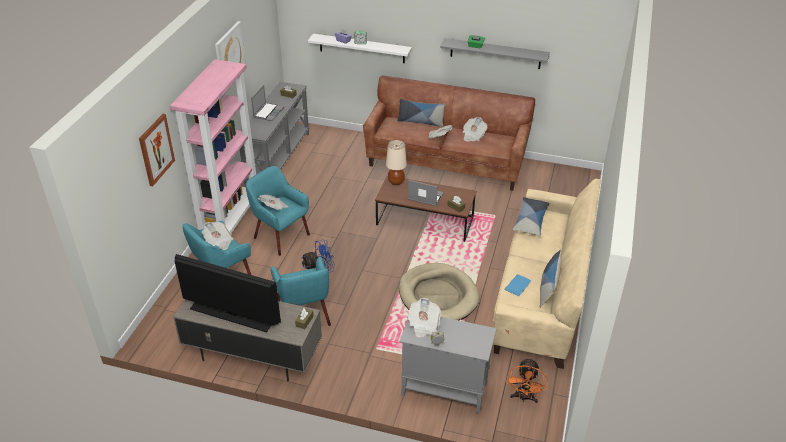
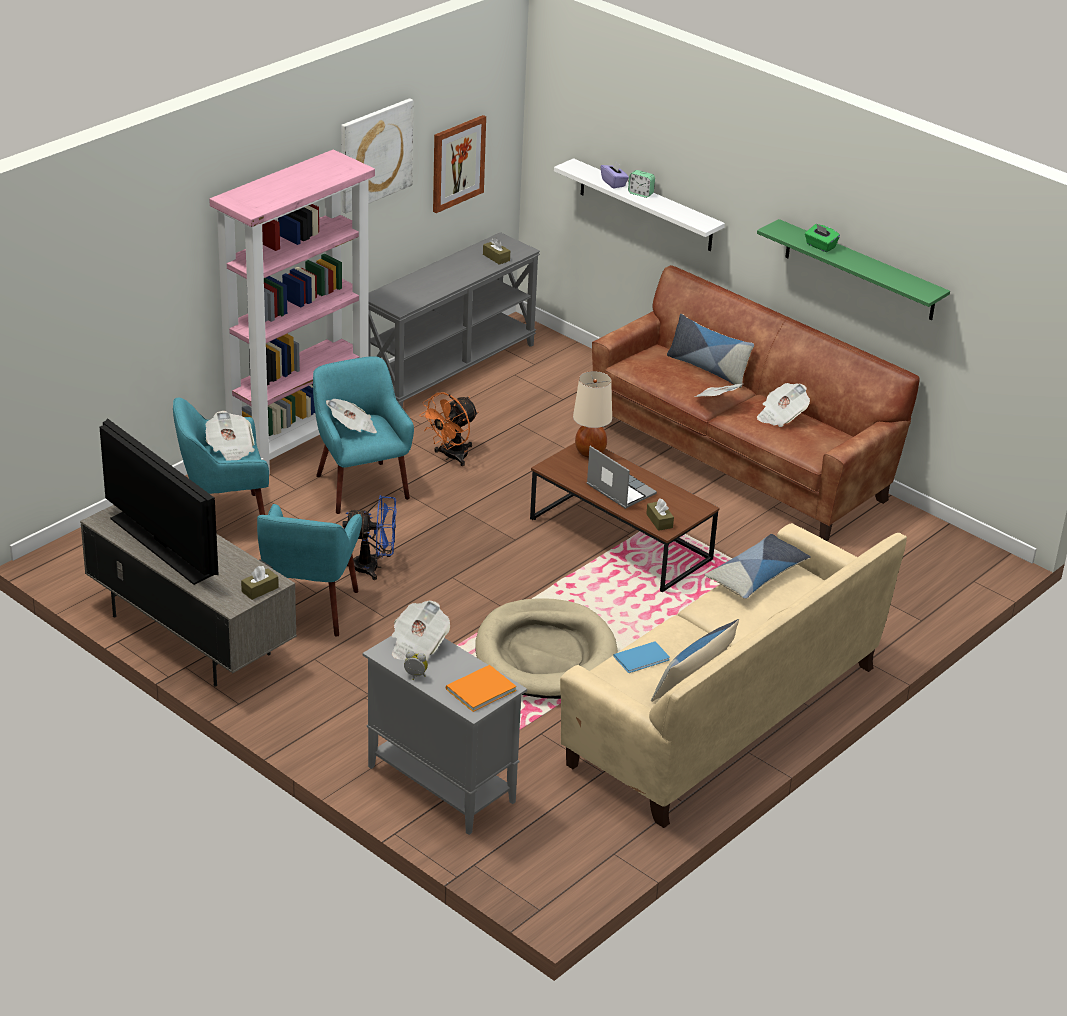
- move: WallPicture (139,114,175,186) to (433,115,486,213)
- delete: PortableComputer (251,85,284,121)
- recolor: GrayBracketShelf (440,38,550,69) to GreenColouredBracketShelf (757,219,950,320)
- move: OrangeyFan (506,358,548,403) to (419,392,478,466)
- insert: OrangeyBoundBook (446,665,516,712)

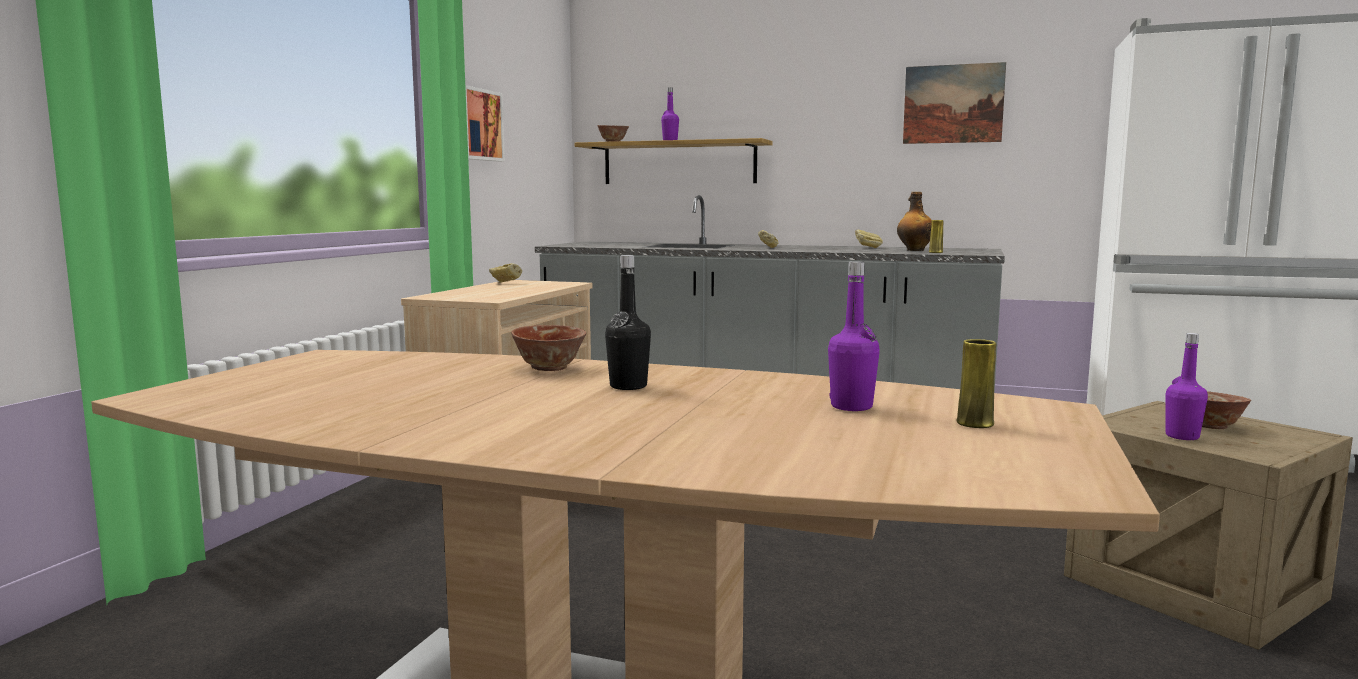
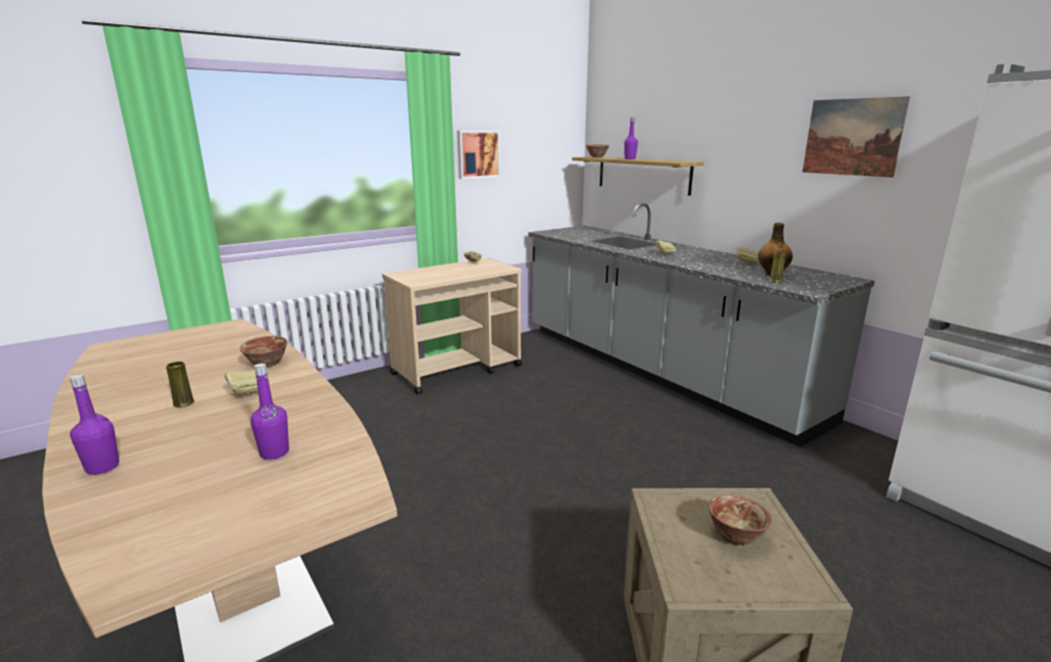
- replace: BlackBottle (605,255,651,390) to BakeryBread (224,370,270,394)
- move: YellowishVase (956,339,996,428) to (166,361,194,407)
- move: PurplishBottle (1166,333,1208,440) to (70,374,119,475)

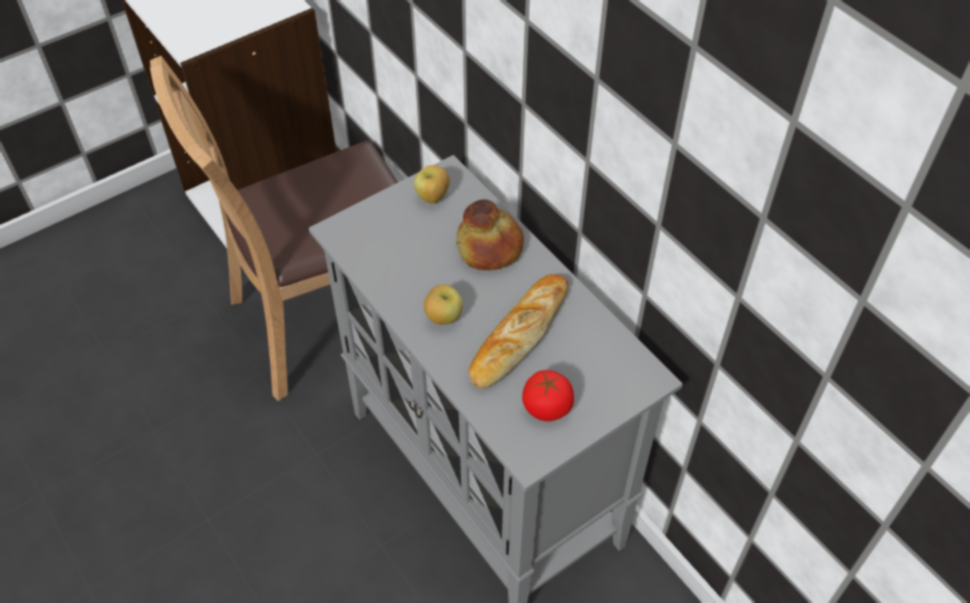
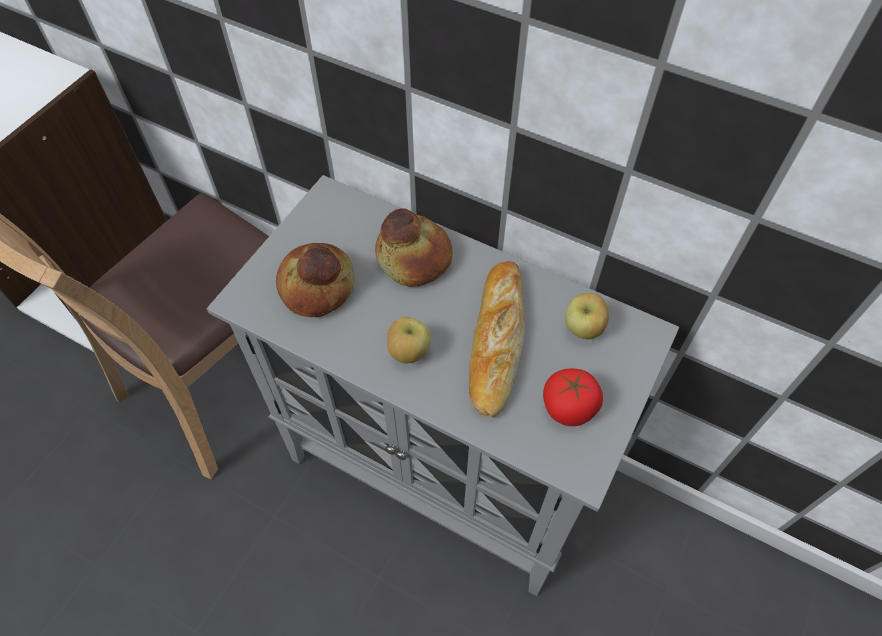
- move: WholeApple (414,165,450,204) to (565,293,609,339)
- insert: BakeryBread (276,243,354,317)

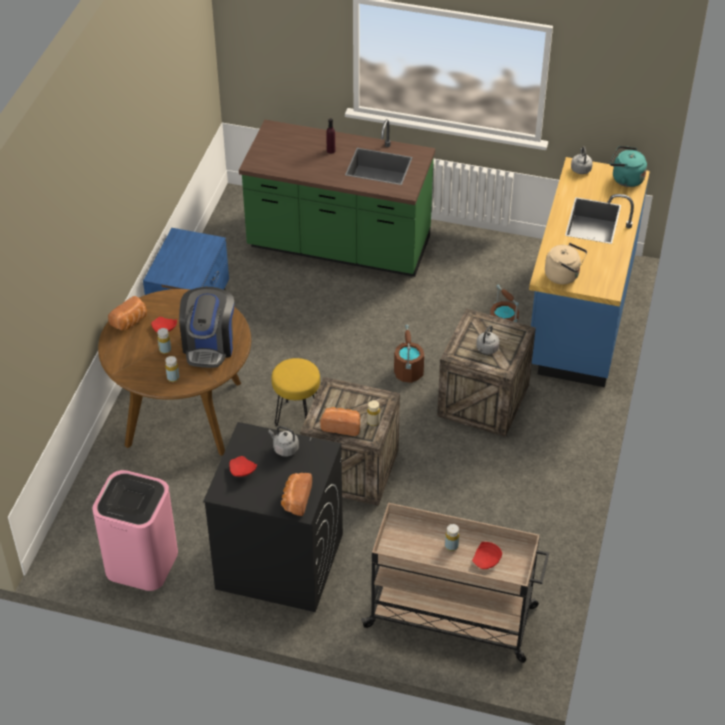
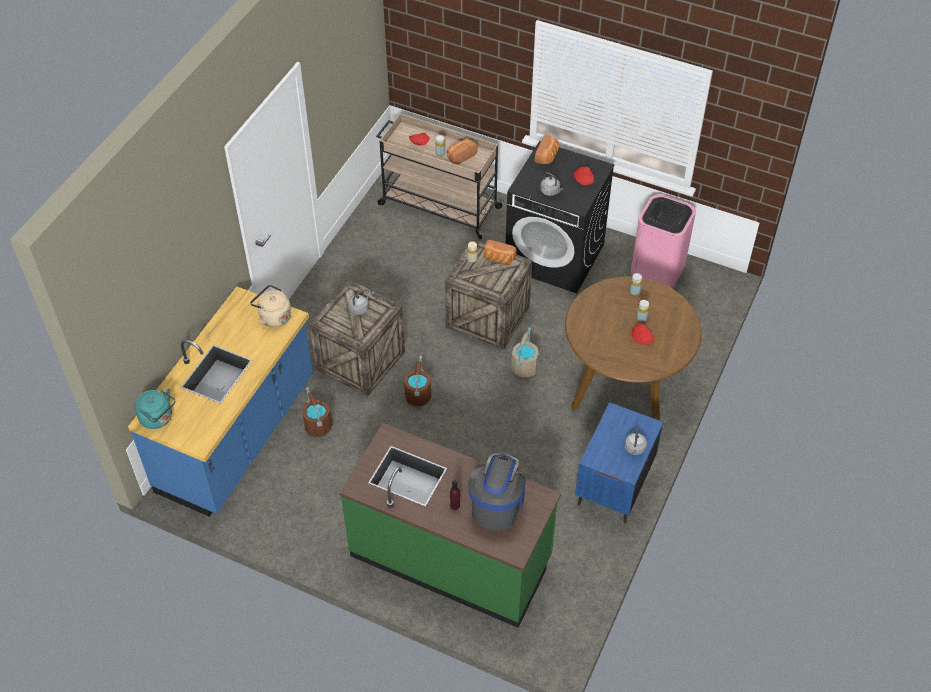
- move: BakeryBread (108,296,147,330) to (447,139,478,165)
- move: CoffeeMaker (179,287,234,368) to (468,453,526,531)
- replace: YellowishSittingStool (271,358,320,427) to BeigeColouredBucket (511,327,539,378)
- move: GrayKettle (571,147,593,174) to (624,428,647,455)

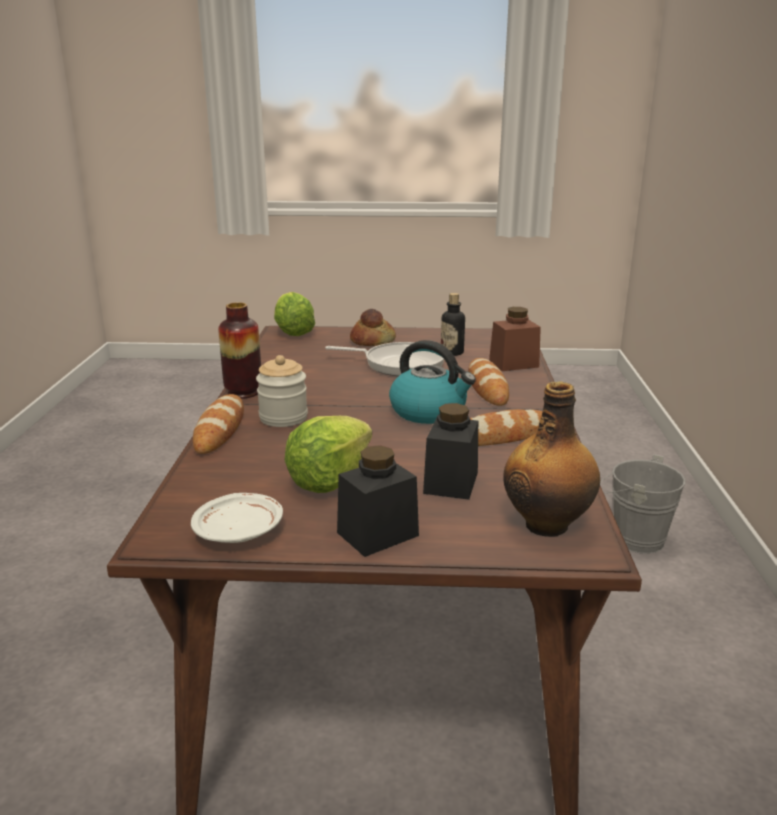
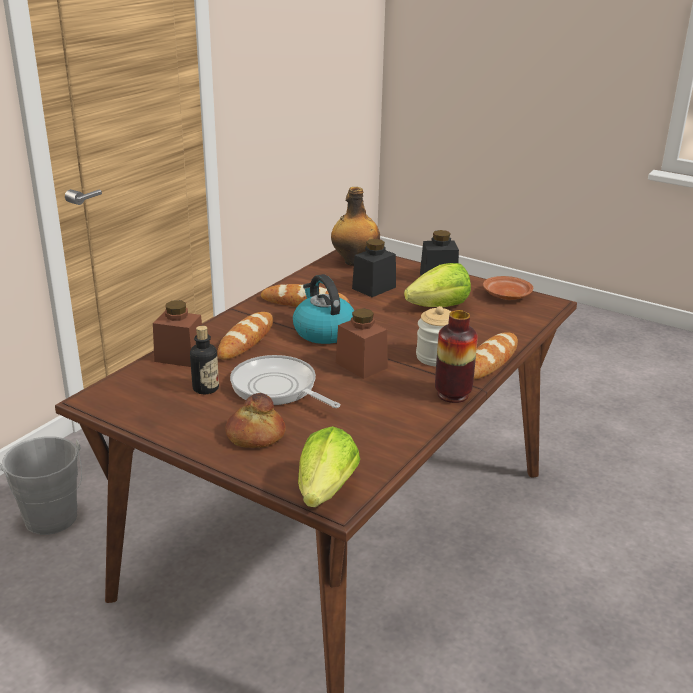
- recolor: WhiteColouredDinnerPlate (191,493,283,543) to BrownishDinnerPlate (483,276,533,300)
- insert: BrownishStorageJar (336,308,388,379)

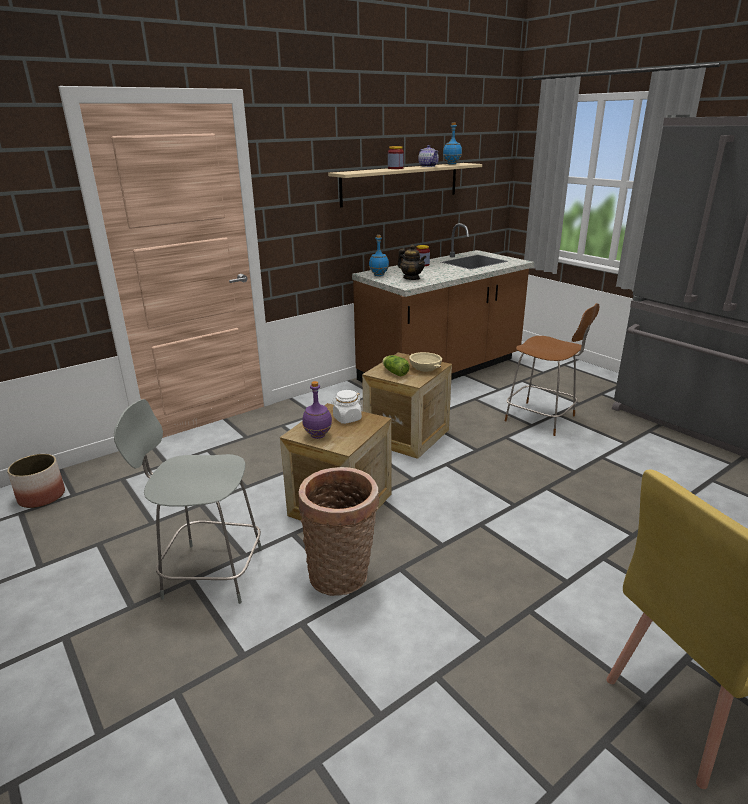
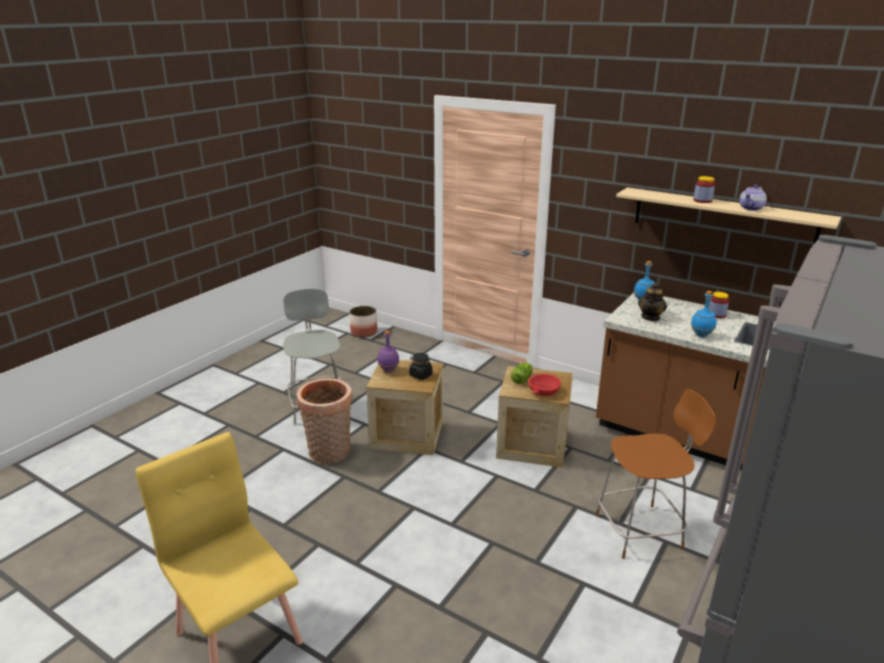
- recolor: WhiteColouredStorageJar (331,390,362,424) to BlackStorageJar (409,353,432,380)
- recolor: BeigeColouredBowl (409,352,442,372) to RedBowl (528,374,561,396)
- move: BlueBottle (443,123,462,165) to (691,291,717,337)
- rotate: BrownishChair (505,303,600,436) = (596,389,716,559) 120 degrees counterclockwise

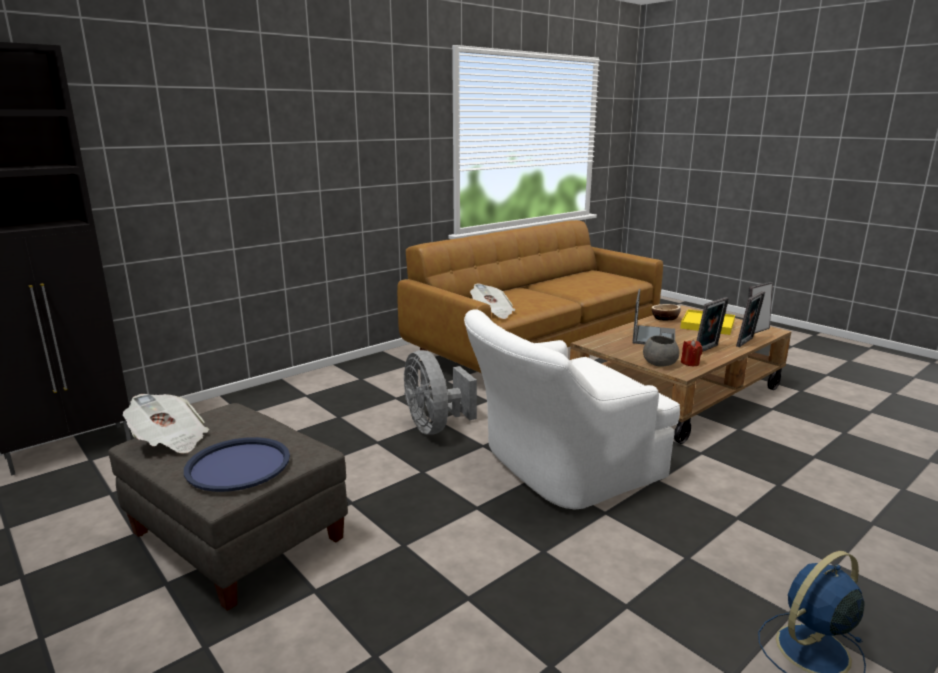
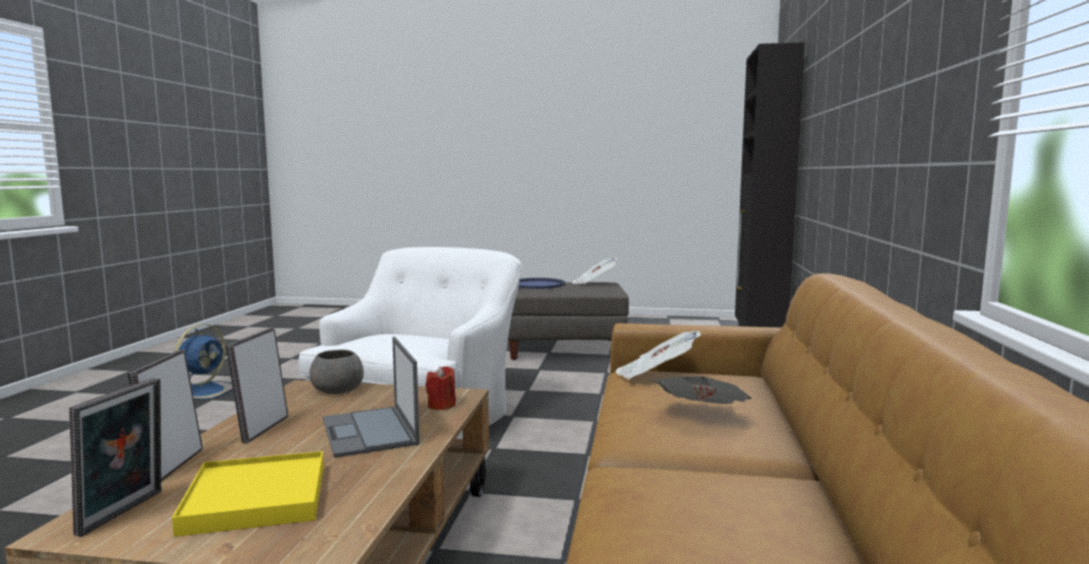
- delete: GrayFan (403,350,477,435)
- delete: Bowl (651,304,681,321)
- move: RedCandle (681,340,703,366) to (425,366,456,410)
- insert: Newspaper (652,376,751,404)

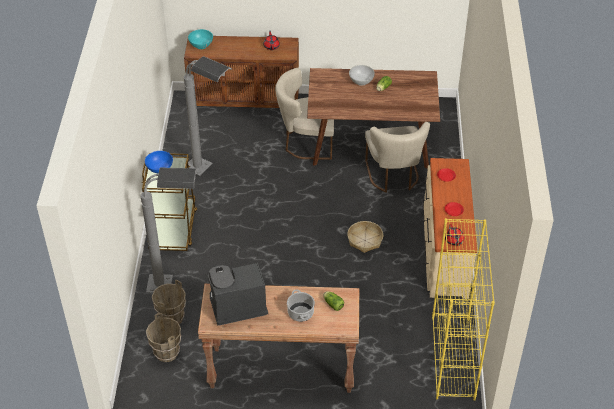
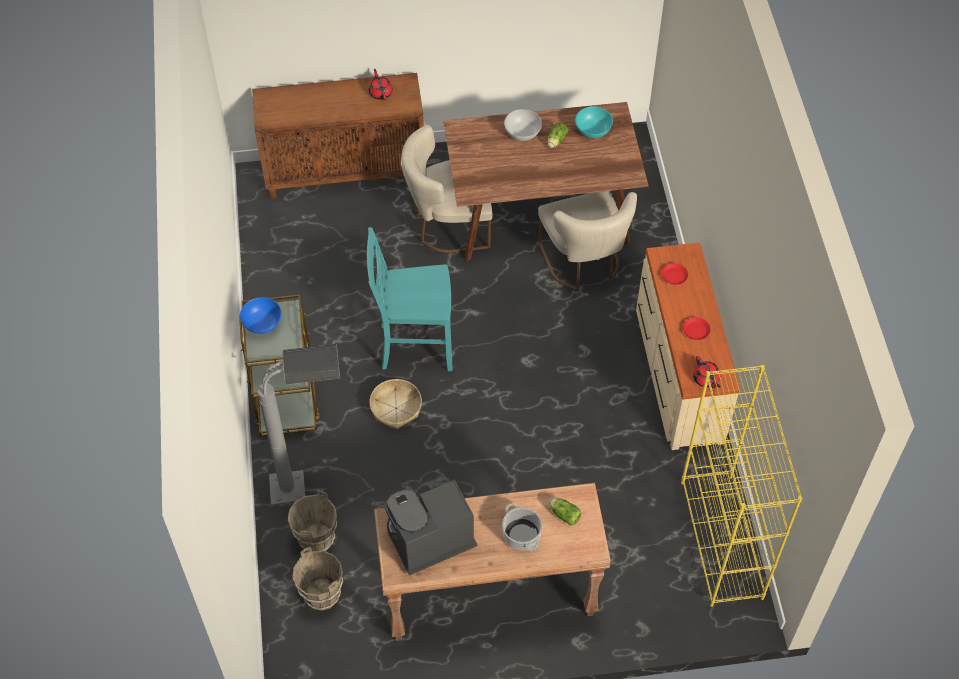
- delete: GrayStandingLamp (184,56,232,176)
- move: TurquoiseColouredBowl (188,29,213,49) to (575,106,613,138)
- move: StorageBasket (347,221,383,253) to (369,379,422,429)
- insert: TurquoiseColouredChair (367,227,453,371)

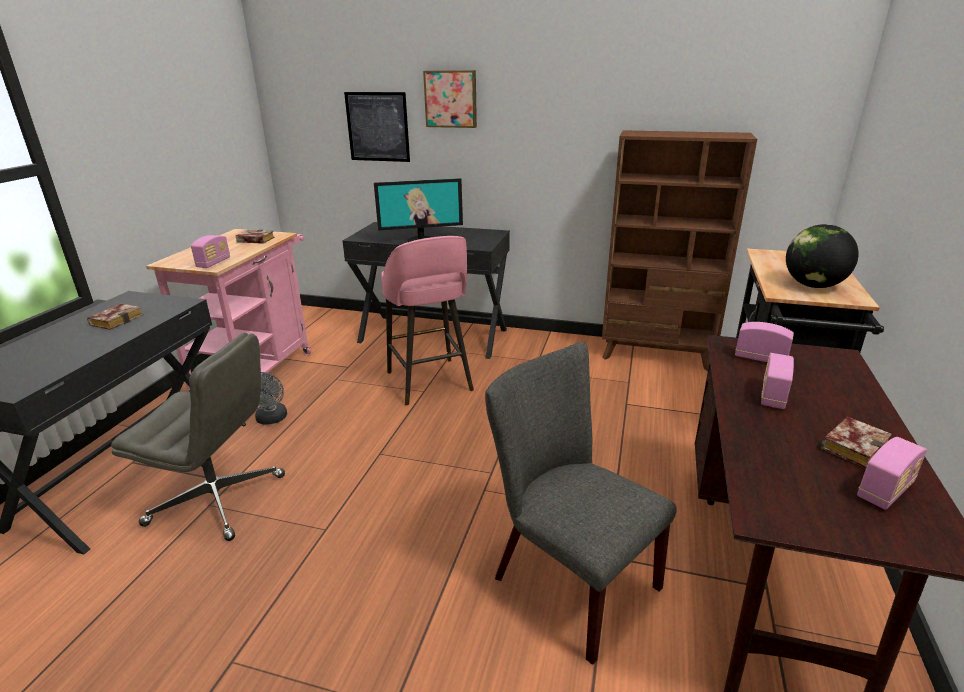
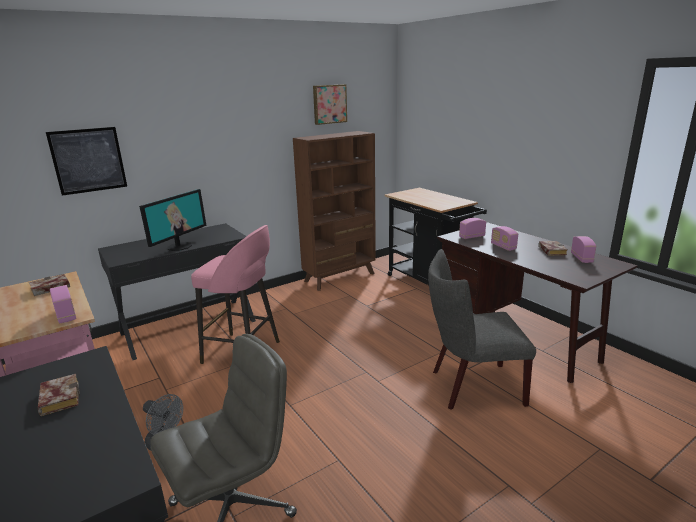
- move: WallPicture (423,70,477,128) to (313,84,347,125)
- delete: Globe (786,224,859,288)

